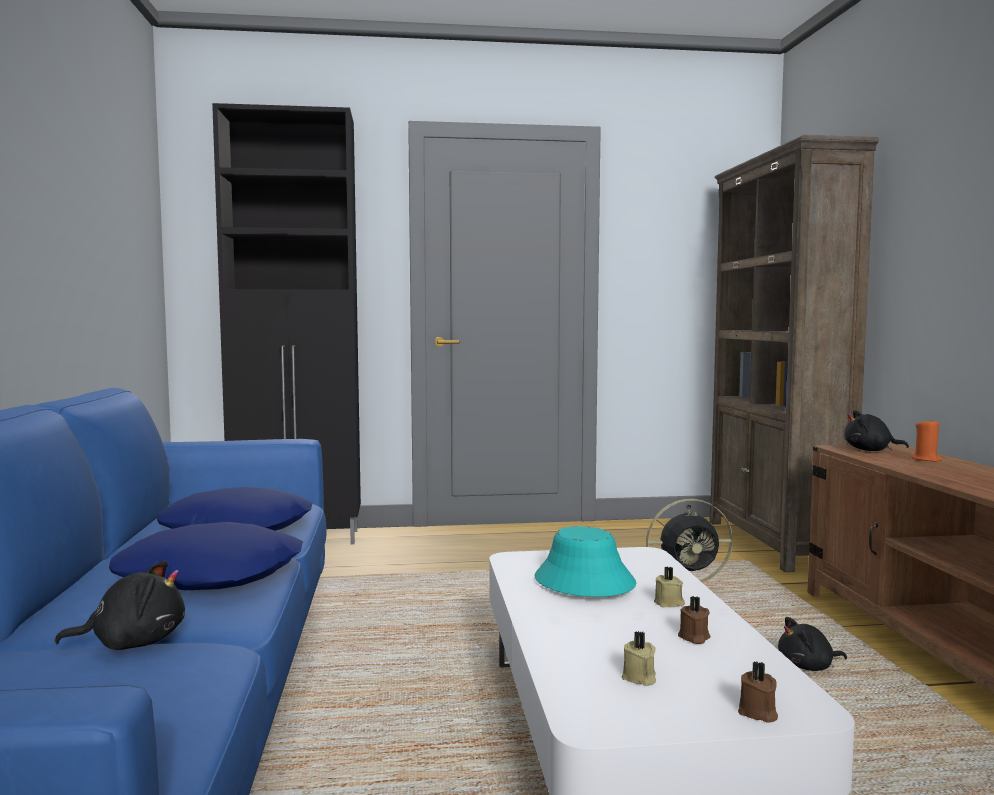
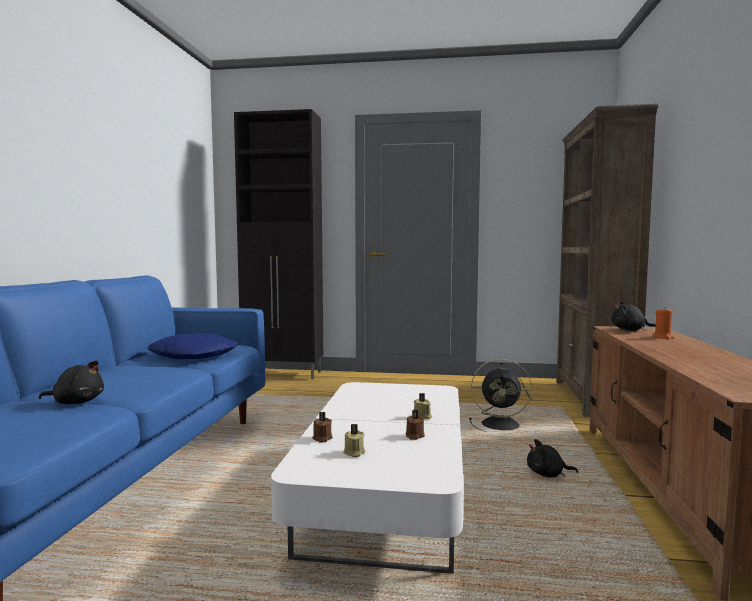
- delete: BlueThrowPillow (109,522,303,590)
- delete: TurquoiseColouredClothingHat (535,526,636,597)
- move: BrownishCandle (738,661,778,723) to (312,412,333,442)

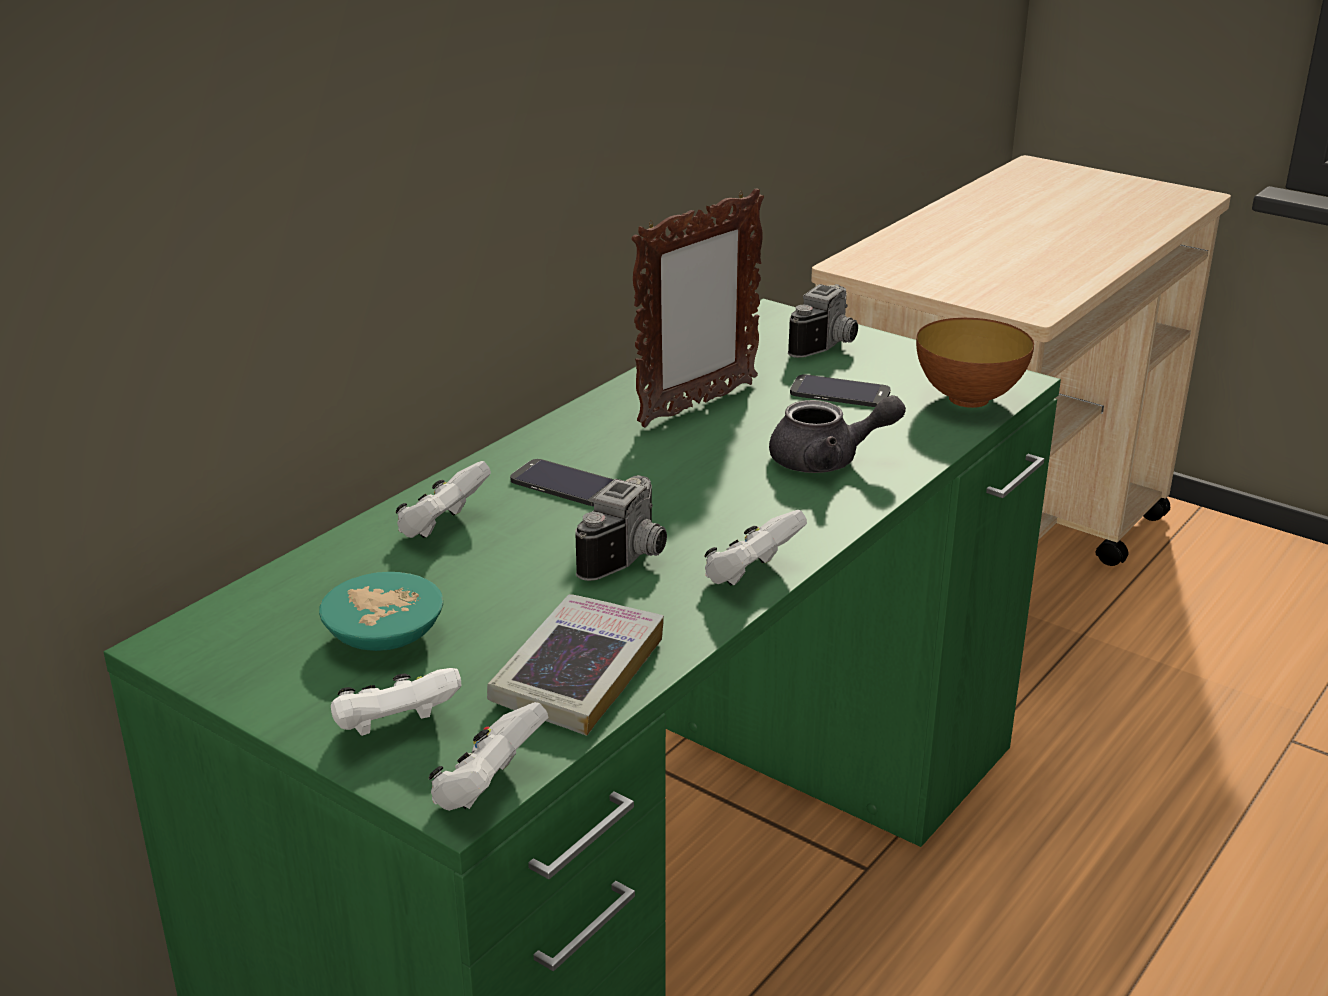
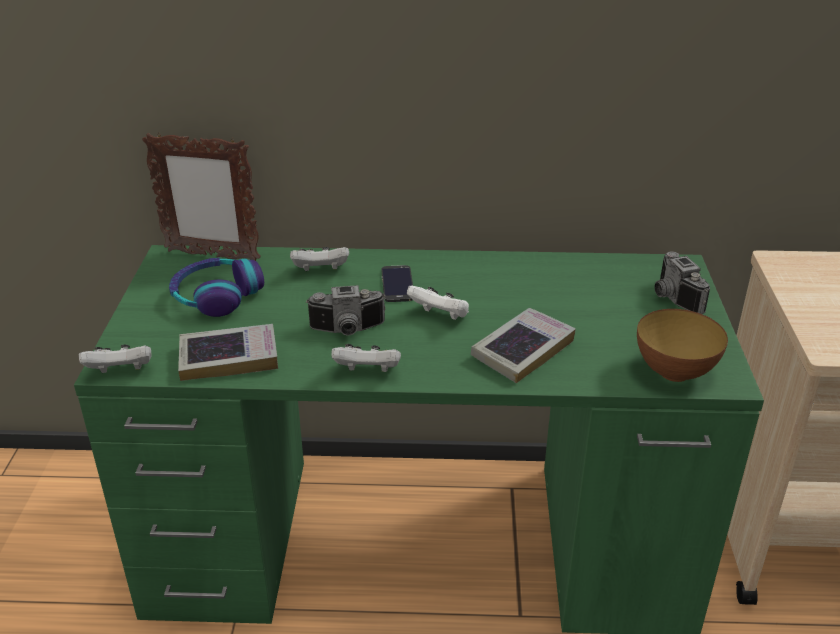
- replace: TurquoiseColouredBowl (319,572,443,651) to Headset (169,258,264,317)
- move: WhiteColouredGameController (331,668,461,736) to (407,286,469,320)
- move: StandingFrame (632,188,764,427) to (142,133,261,261)
- replace: GrayTeapot (769,395,906,473) to BoundBook (471,308,576,383)
- rotate: StillCamera (788,284,858,358) = (654,251,710,314) 75 degrees clockwise
- delete: Phone (790,374,891,407)

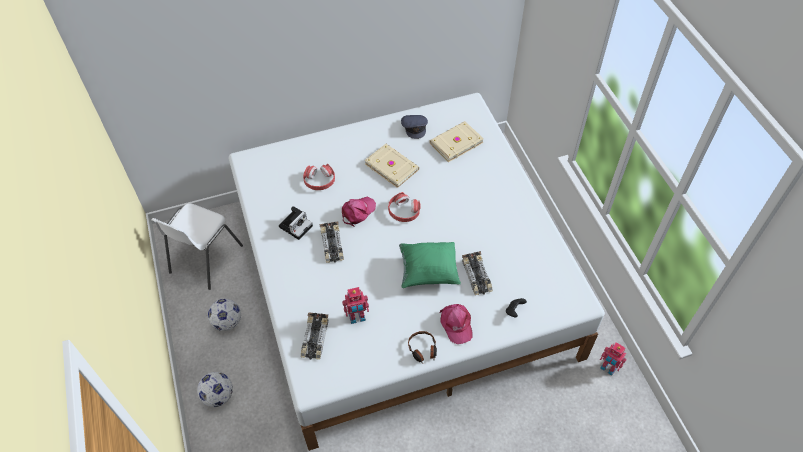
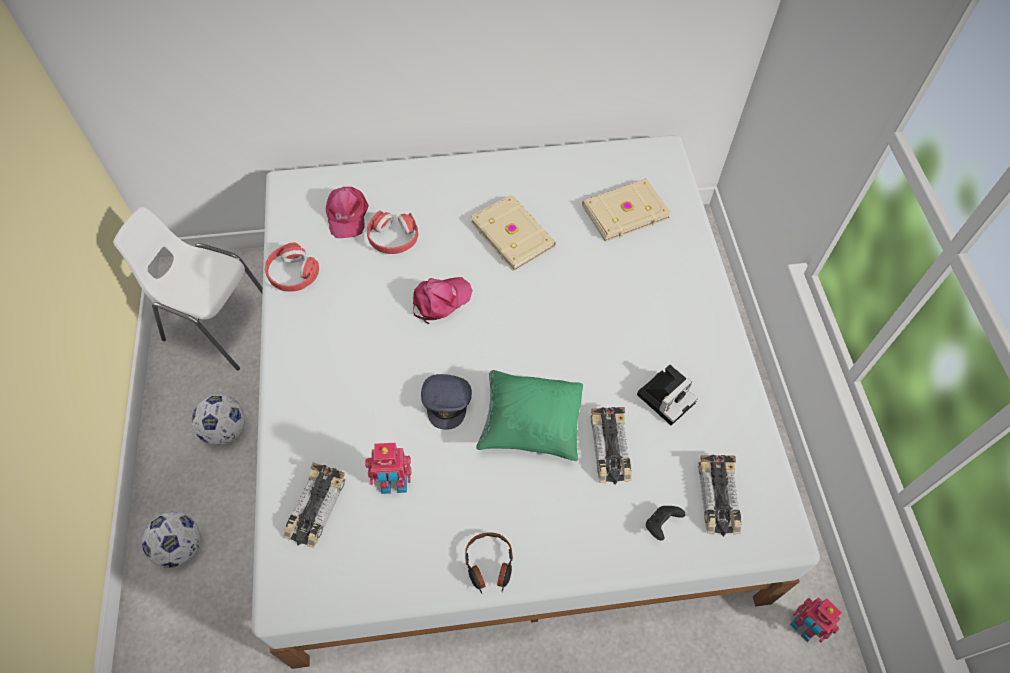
- rotate: WhiteColouredChair (151,203,243,290) = (113,207,263,370) 75 degrees clockwise
- move: StillCamera (279,206,313,240) to (637,364,698,425)
- move: MiniatureCar (320,221,344,263) to (698,454,742,537)
- move: RedHeadset (388,192,420,222) to (265,242,319,291)
- move: GrayPeakedCap (401,115,428,139) to (421,374,472,430)
- move: PinkColouredPeakedCap (440,304,473,344) to (326,187,369,238)

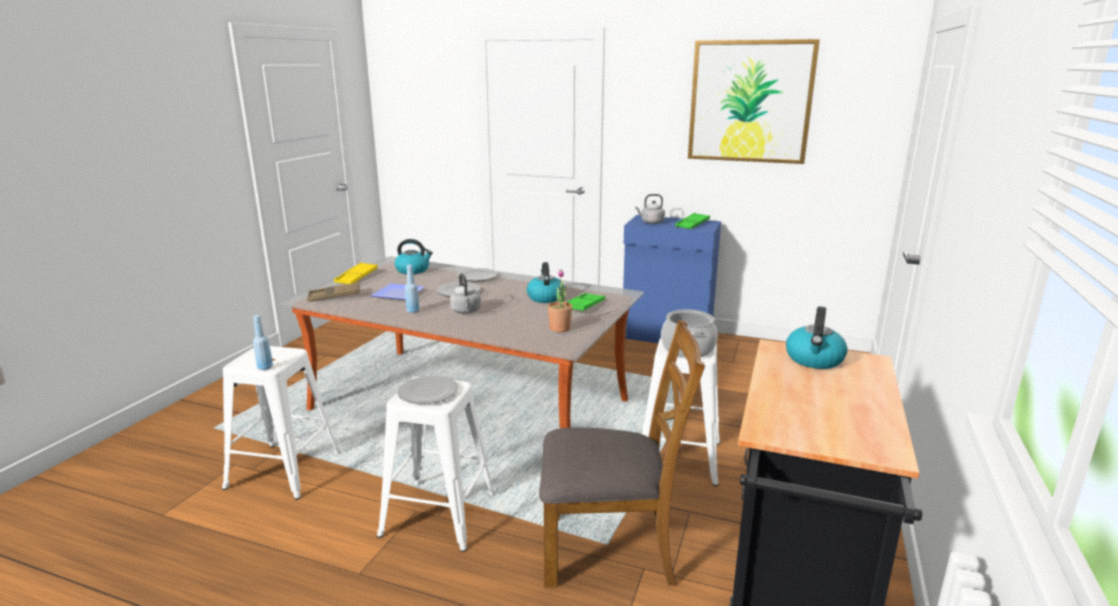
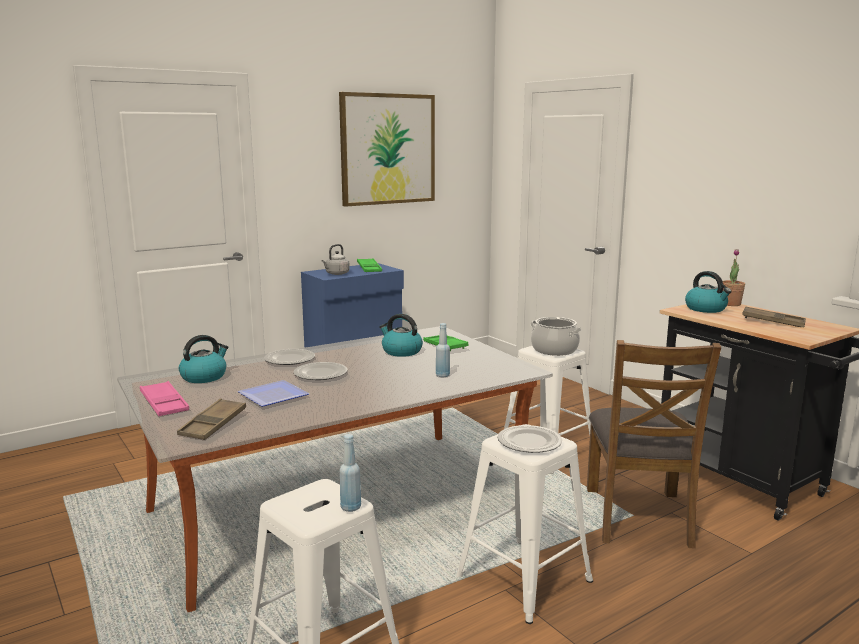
- recolor: YellowishTray (334,262,378,284) to PinkColouredTray (140,381,189,416)
- move: BlueBottle (405,265,419,313) to (436,323,450,377)
- delete: GrayKettle (450,273,481,313)
- rotate: BrownishChair (539,319,705,587) = (587,340,721,549) 150 degrees clockwise
- move: PlantInAPot (548,270,572,332) to (723,249,745,306)
- insert: BrownishTray (742,307,806,327)

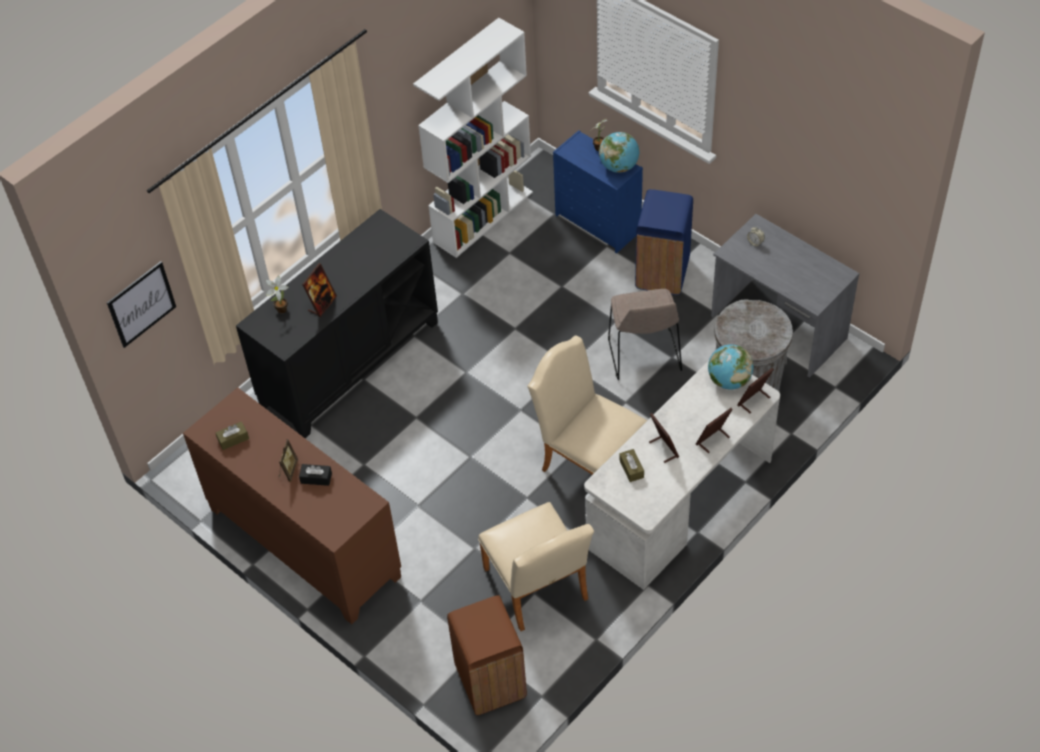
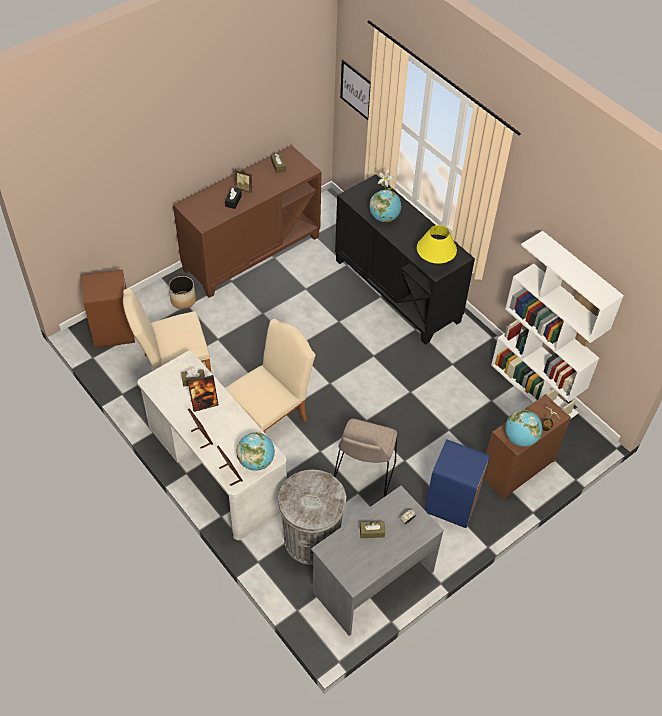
- replace: StandingFrame (302,263,337,317) to Globe (369,190,401,222)
- recolor: BlueDresser (553,130,643,253) to BrownishDresser (484,394,571,499)
- rotate: BeigeColouredChair (608,289,682,380) = (334,419,397,497) 75 degrees counterclockwise
- insert: Planter (169,276,196,309)
- insert: BrownishBoxOfTissues (360,521,385,538)
- insert: YellowishTabletopLamp (417,225,457,264)

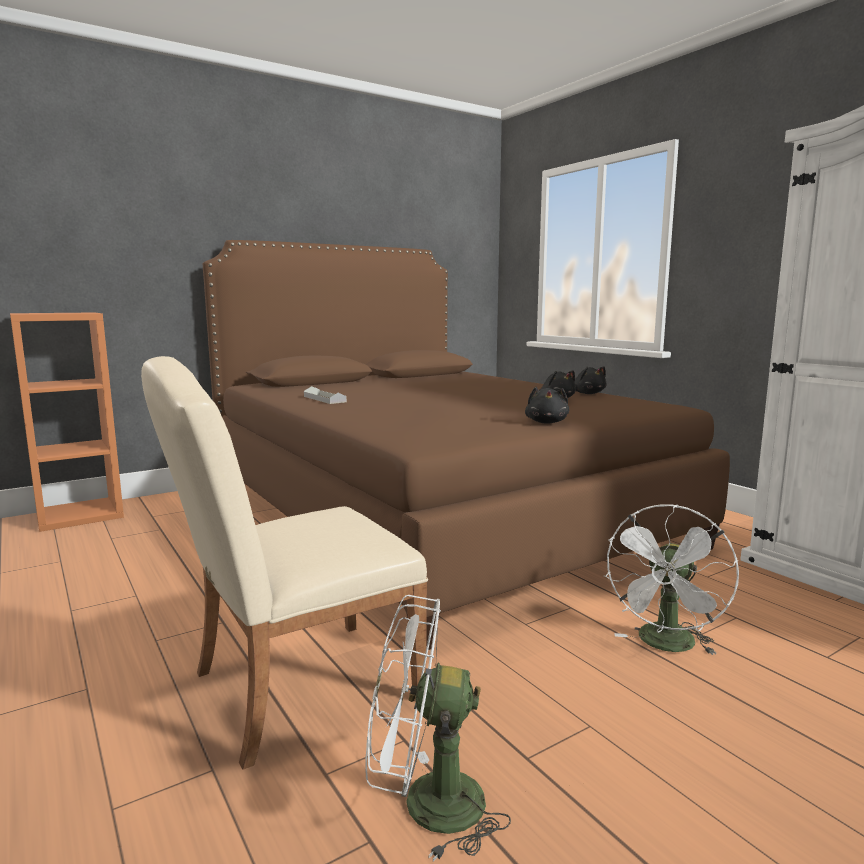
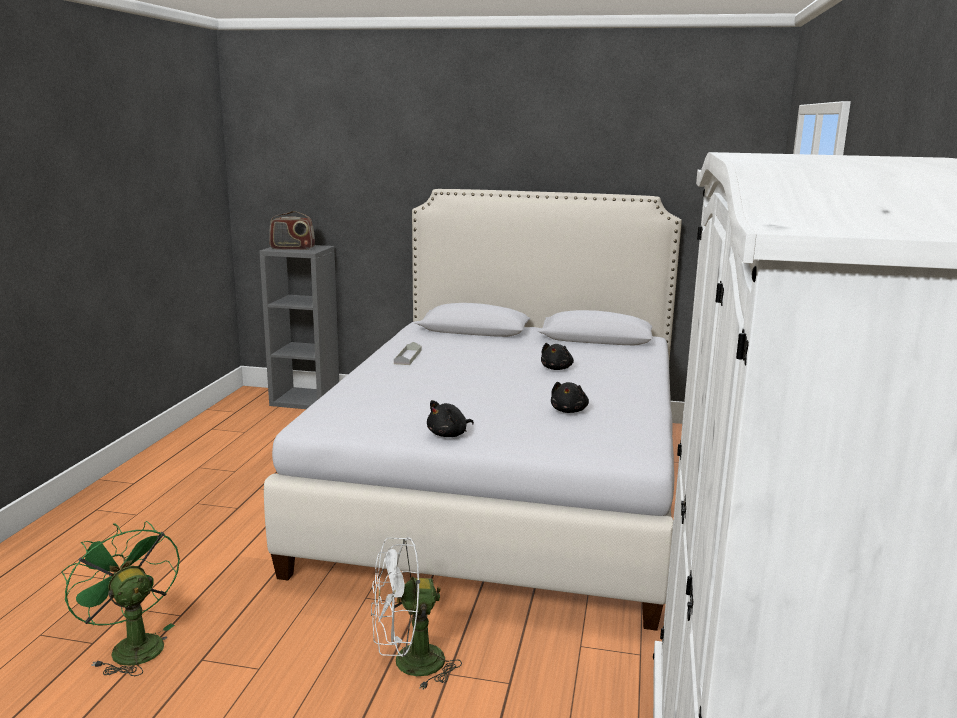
- recolor: OrangeyBookcase (10,312,124,532) to GrayBookcase (259,245,339,409)
- delete: BeigeColouredChair (141,356,428,770)
- recolor: BrownishSleepingBed (203,240,730,650) to WhiteColouredSleepingBed (264,189,682,631)
- recolor: WhiteColouredFan (365,595,511,862) to GreenColouredFan (62,521,180,677)
- move: BlackCuddlyToy (574,366,607,394) to (541,343,574,370)
- insert: Radio (269,211,315,250)

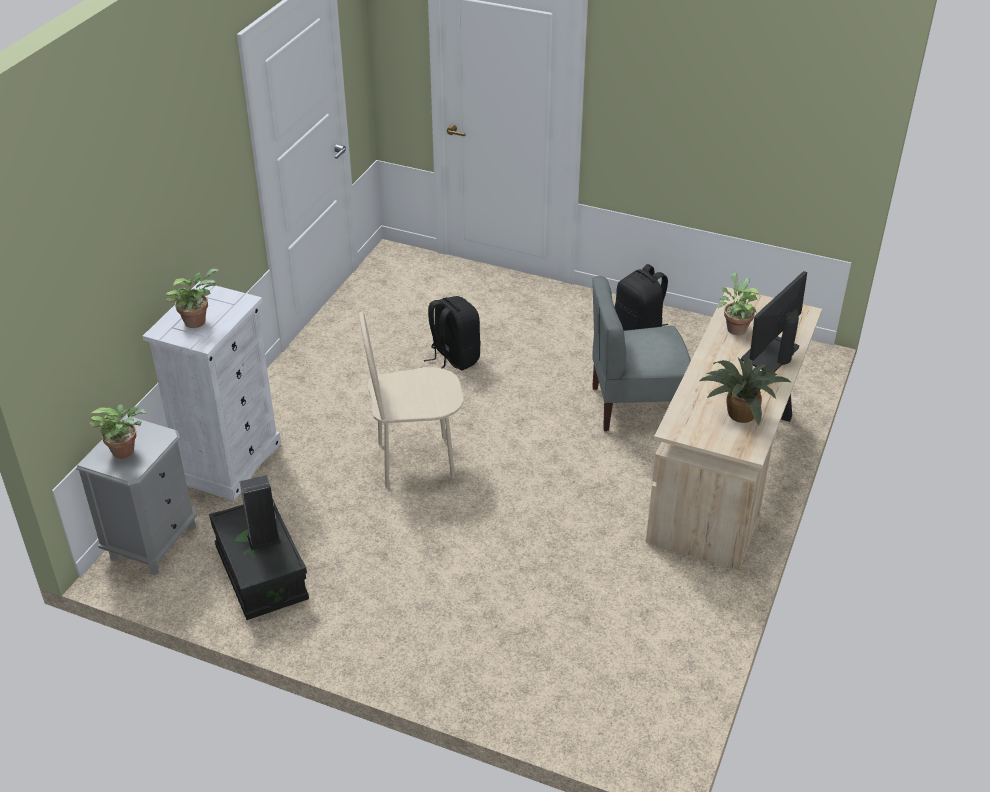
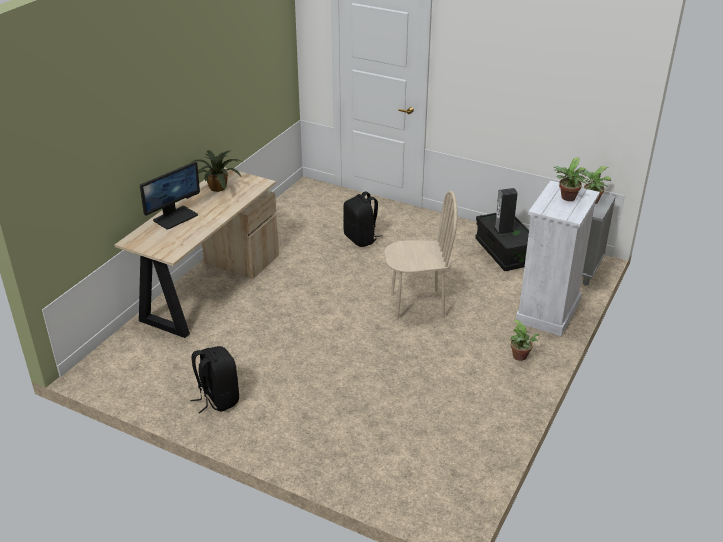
- move: BlackKnapsack (424,296,481,370) to (343,191,382,247)
- delete: GrayChair (592,276,691,431)
- move: PlantInAPot (717,272,759,335) to (510,319,540,361)

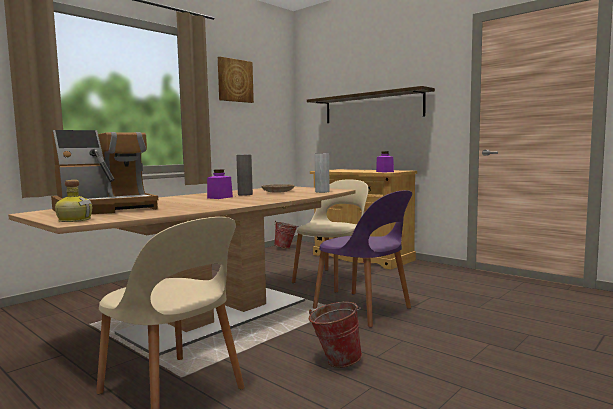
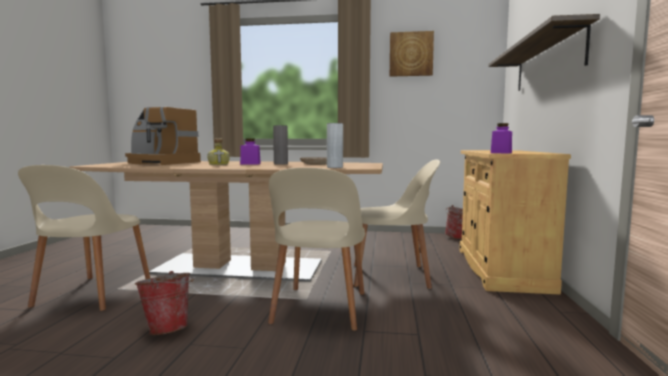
- move: Bottle (55,180,92,222) to (207,139,230,165)
- recolor: PurplishChair (313,190,412,327) to BeigeColouredChair (268,168,365,331)

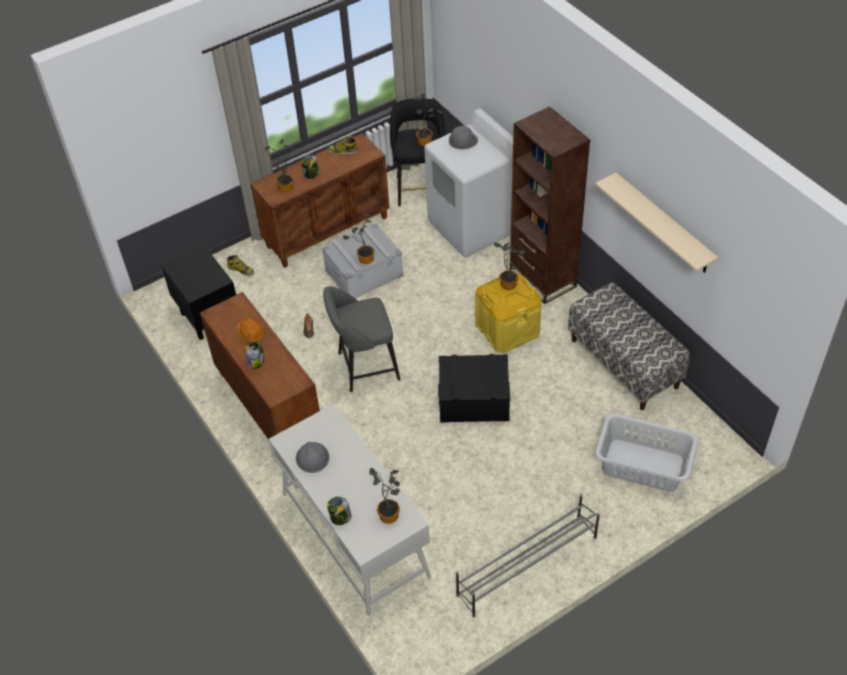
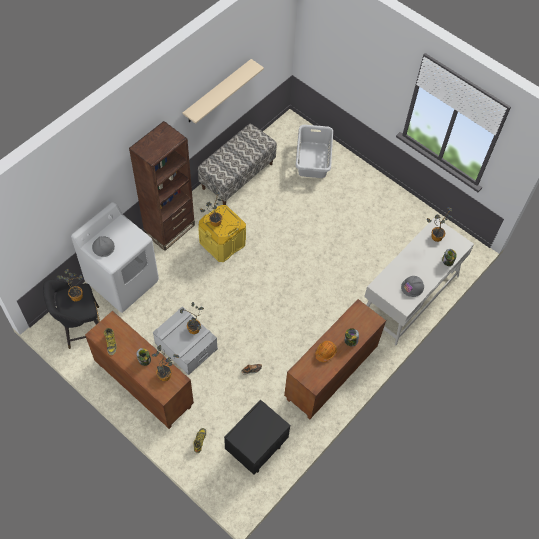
- delete: GraySittingStool (323,286,401,392)
- delete: BlackStorageBox (438,354,510,423)
- delete: GrayShoeStand (456,494,600,618)

